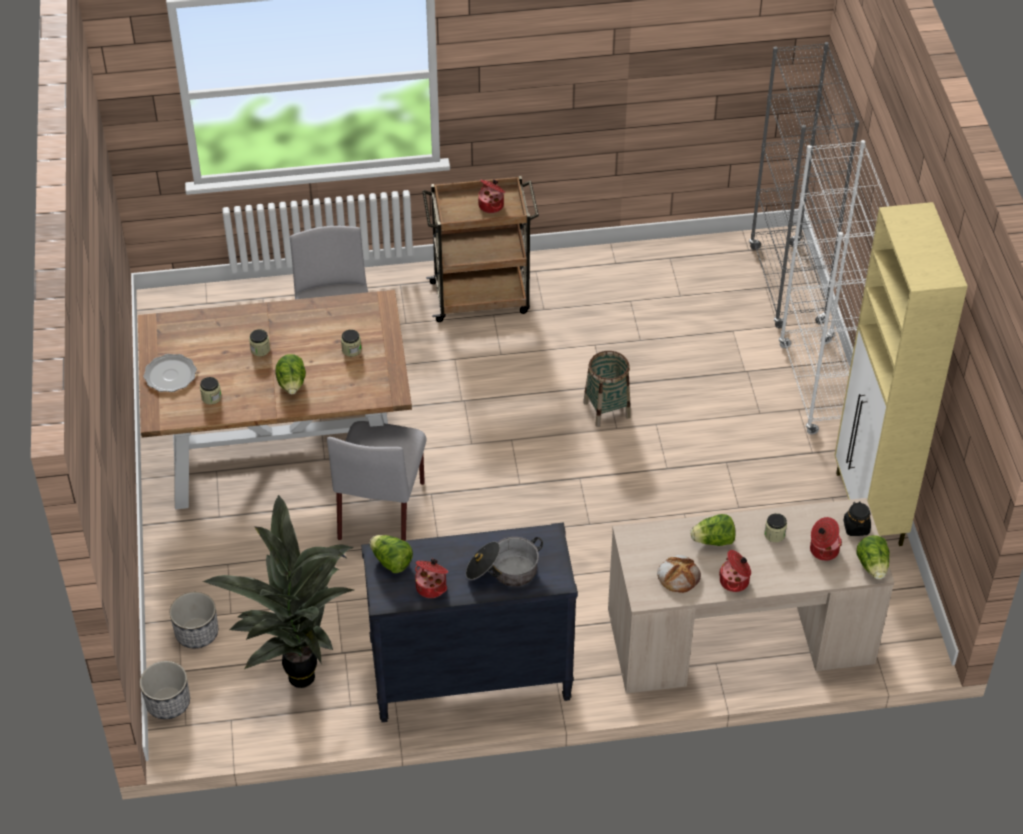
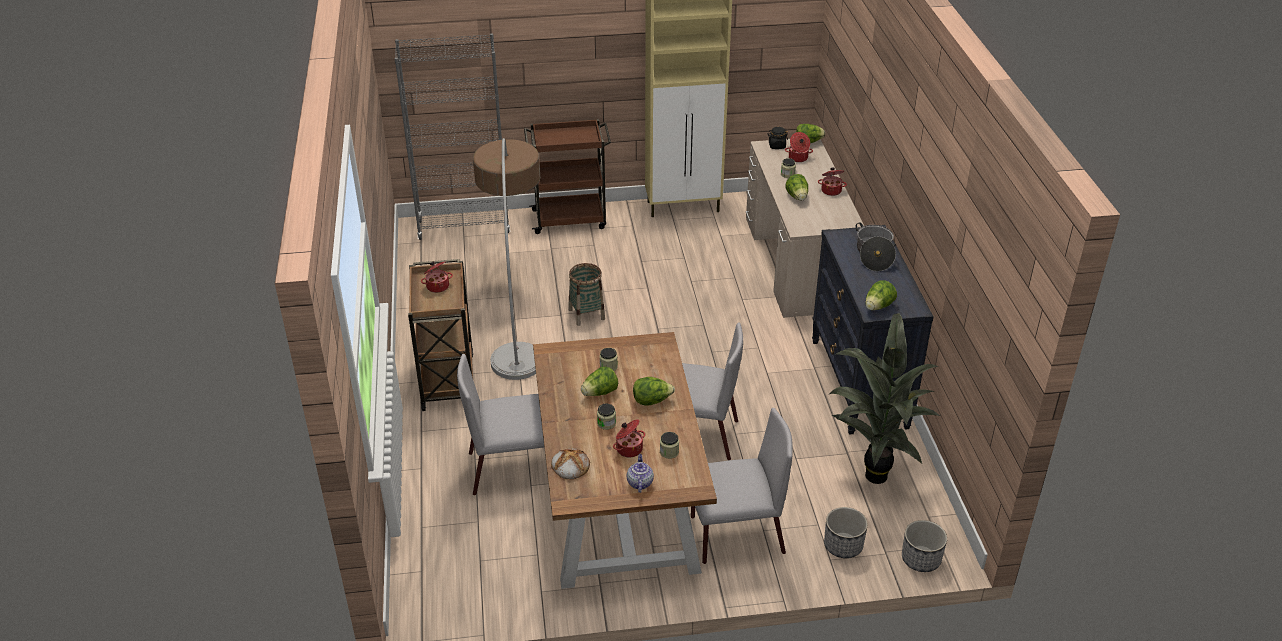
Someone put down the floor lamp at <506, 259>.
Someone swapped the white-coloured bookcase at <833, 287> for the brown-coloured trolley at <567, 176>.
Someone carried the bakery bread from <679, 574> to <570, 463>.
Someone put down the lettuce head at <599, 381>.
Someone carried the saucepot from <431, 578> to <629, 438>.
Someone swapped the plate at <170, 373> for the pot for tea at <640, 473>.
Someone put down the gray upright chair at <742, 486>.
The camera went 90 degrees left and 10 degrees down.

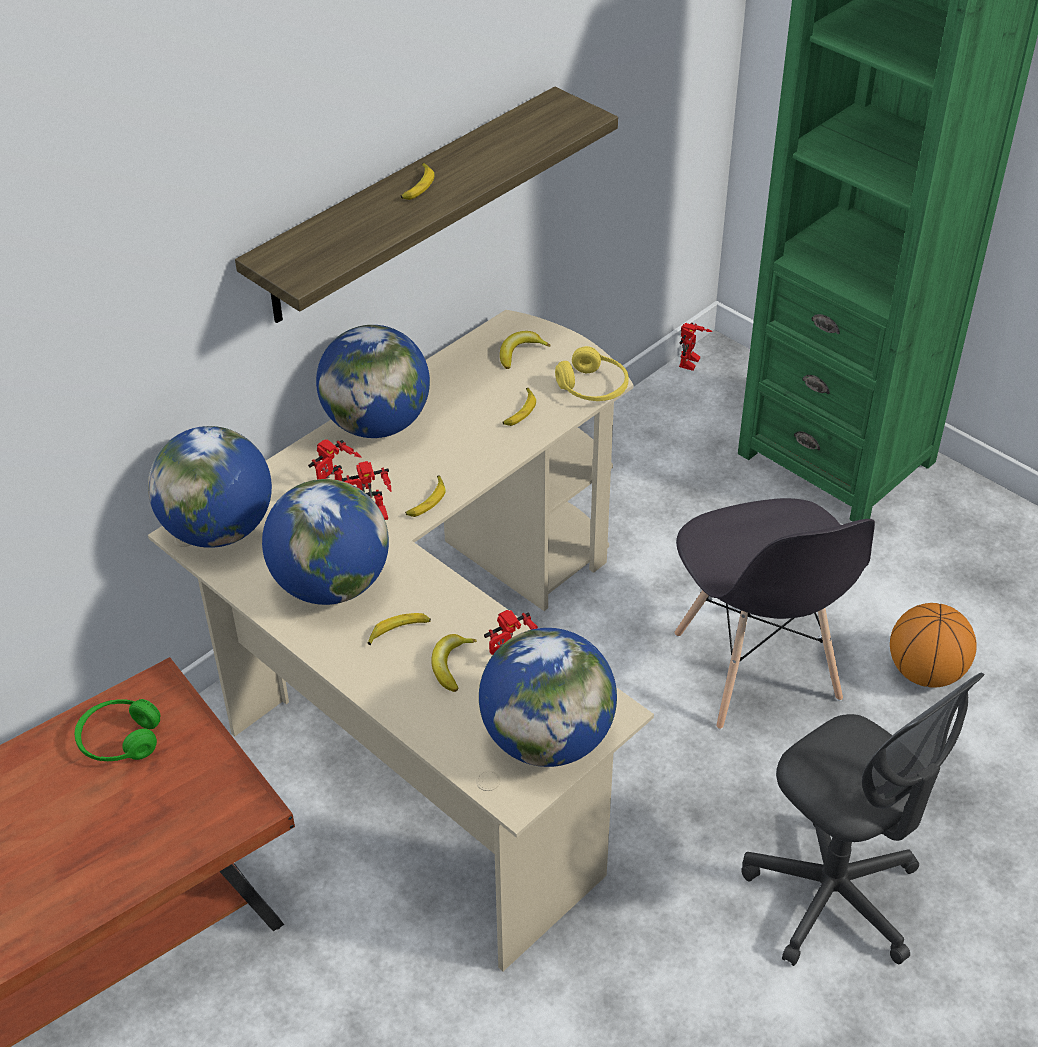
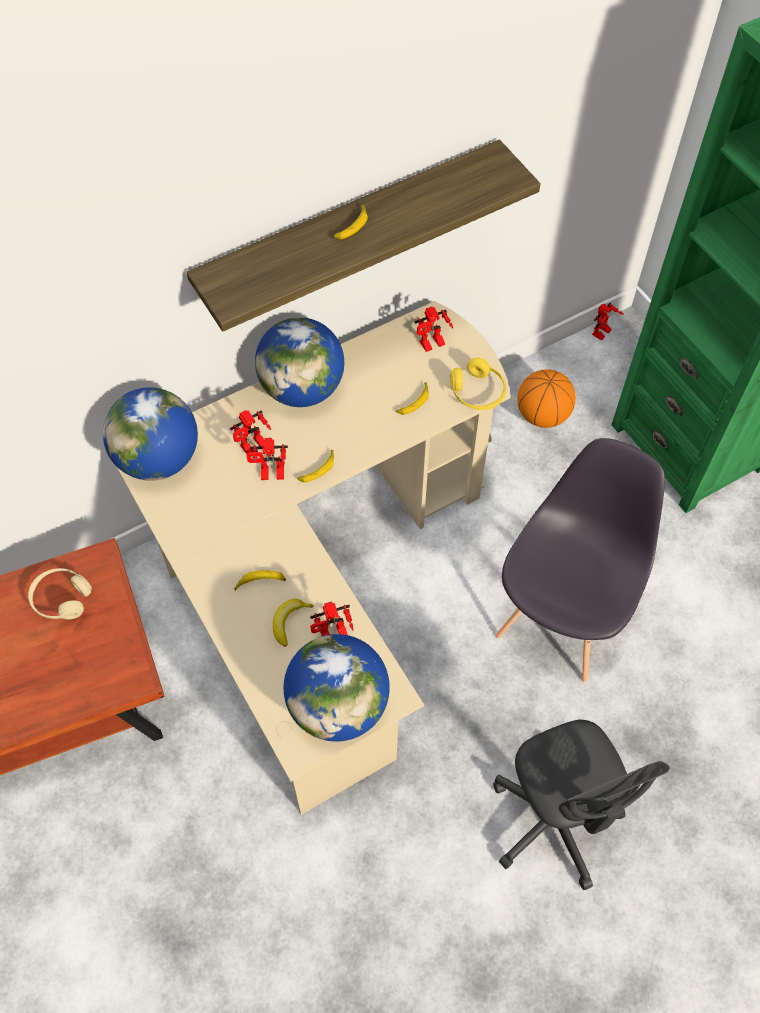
Someone repainted the greenish headset at <118, 730>, which became the sand-coloured headset at <60, 593>.
Someone swapped the banana fruit at <525, 350> for the model robot at <434, 329>.
Someone rotated the gray upright chair at <774, 614> by 150 degrees counterclockwise.
Someone carried the ball for basketball from <933, 645> to <546, 398>.
Someone took away the globe at <325, 542>.
The camera went 15 degrees right and 15 degrees up.

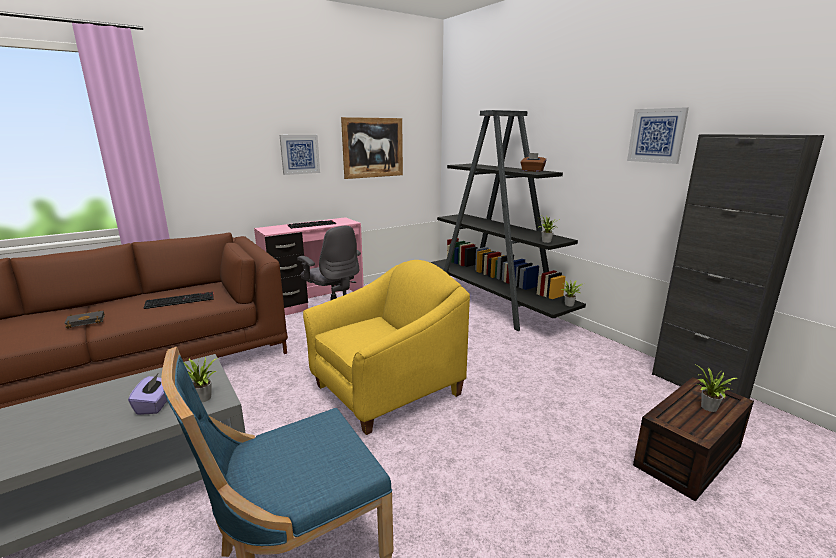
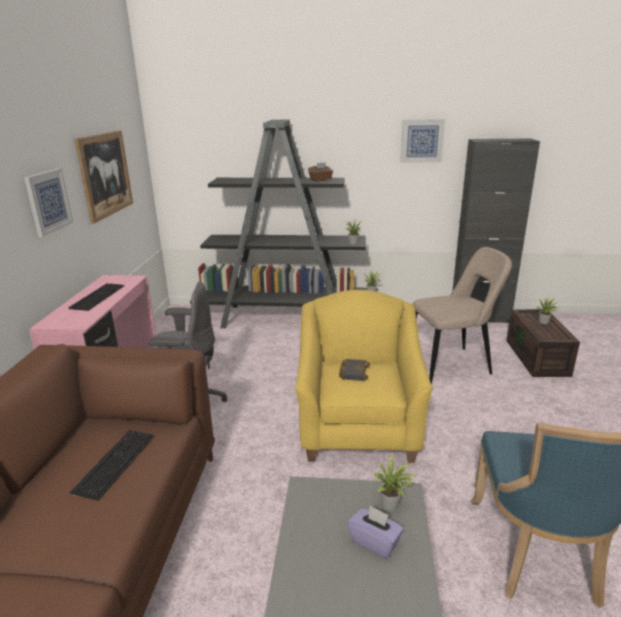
Someone carried the blackish volume from <84, 319> to <354, 370>.
Someone put down the sand-coloured upright chair at <462, 315>.
The camera went 50 degrees left and 5 degrees up.

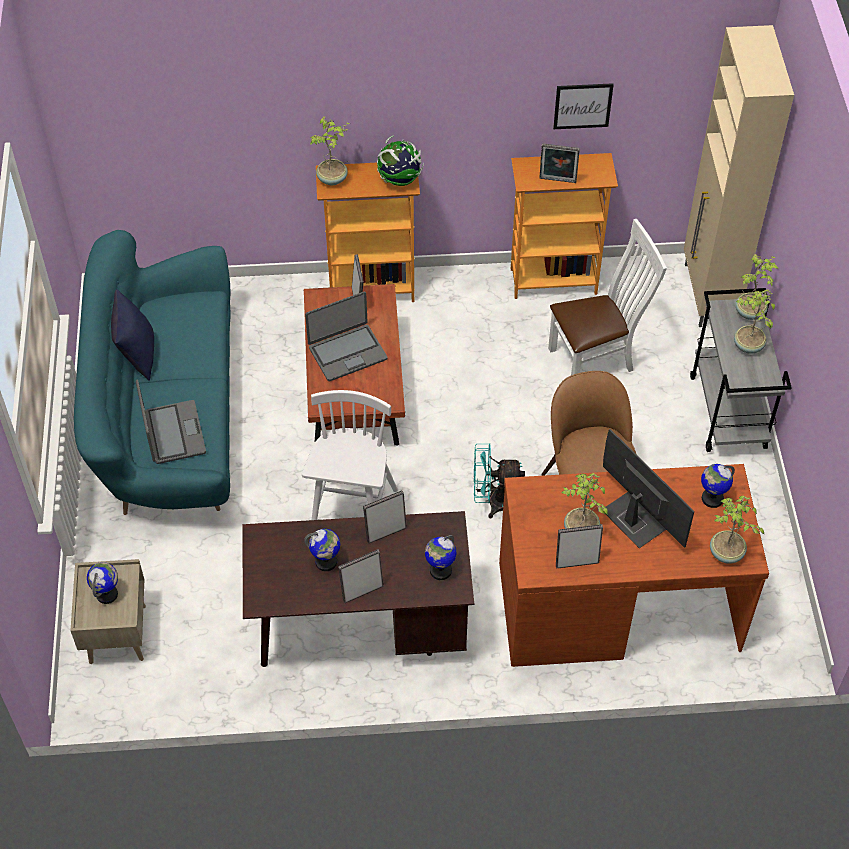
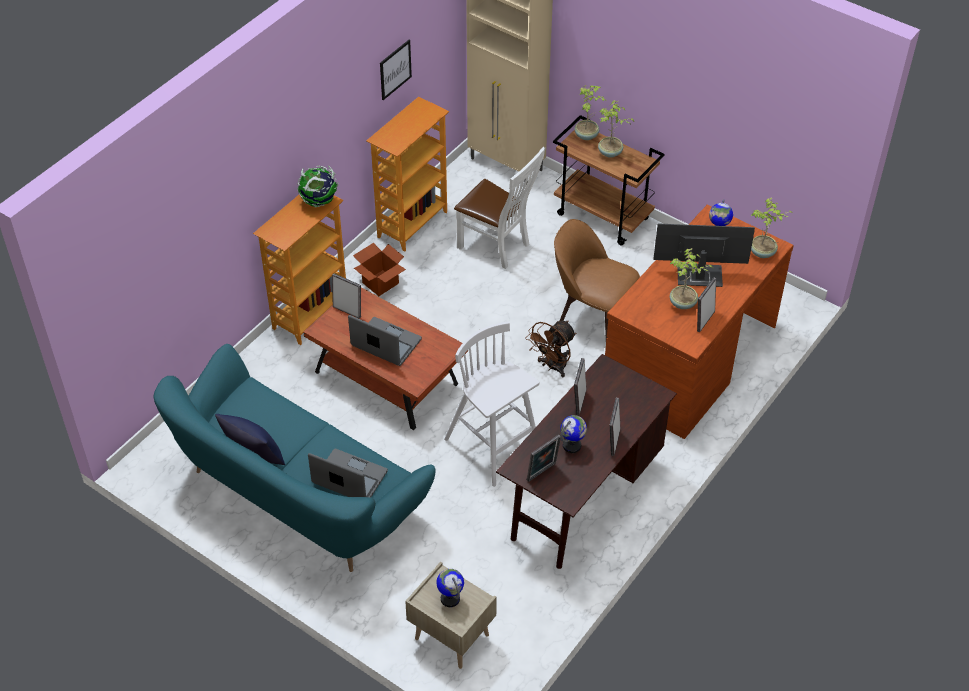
Someone rotated the laptop at <346, 336> by 75 degrees counterclockwise.
Someone put down the packing box at <379, 269>.
Someone rotated the white-coloured upright chair at <607, 297> by 105 degrees clockwise.
Someone repainted the blue-green cooling fan at <499, 481>, which became the brown-coloured cooling fan at <550, 348>.
Someone carried the picture frame from <559, 163> to <544, 458>.
Someone repainted the gray trolley at <741, 370>, which became the brown-coloured trolley at <609, 180>.
Someone took away the plant in a pot at <330, 150>.
Someone took away the globe at <440, 557>.
The camera went 50 degrees left and 5 degrees down.

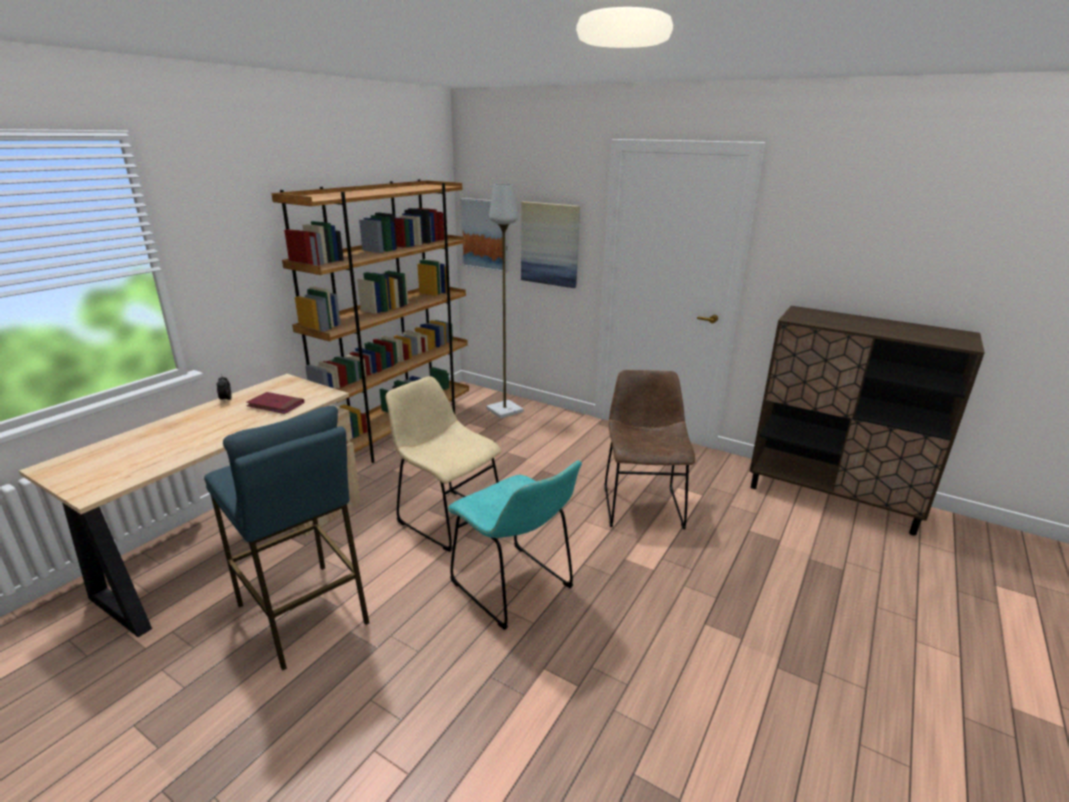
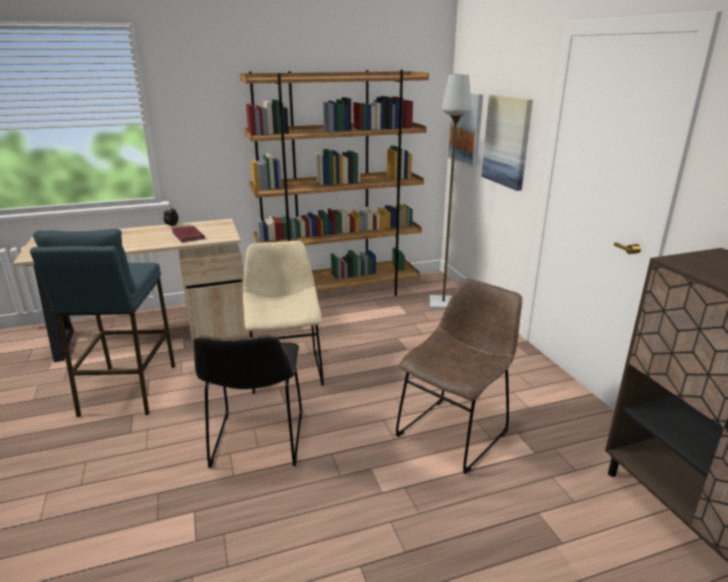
Someone repainted the blue-green upright chair at <515, 545>, which became the blackish upright chair at <247, 401>.
The camera went 40 degrees right and 0 degrees up.

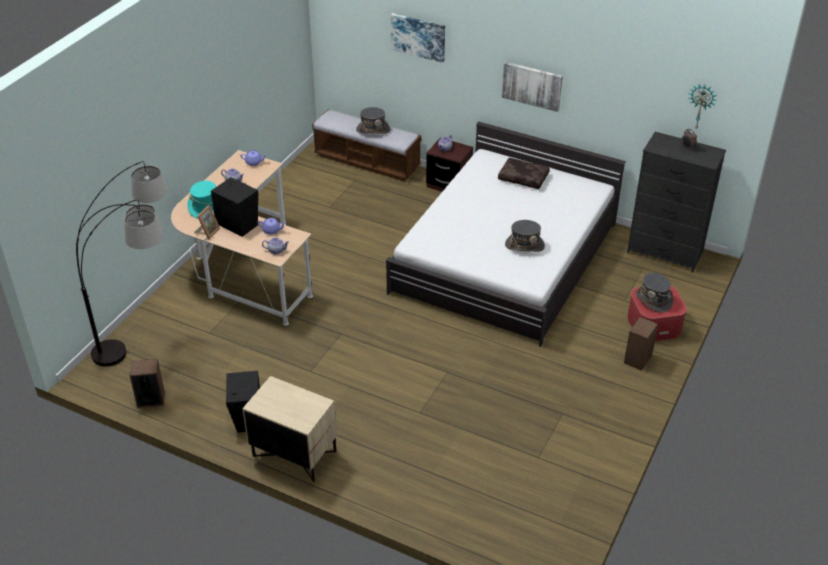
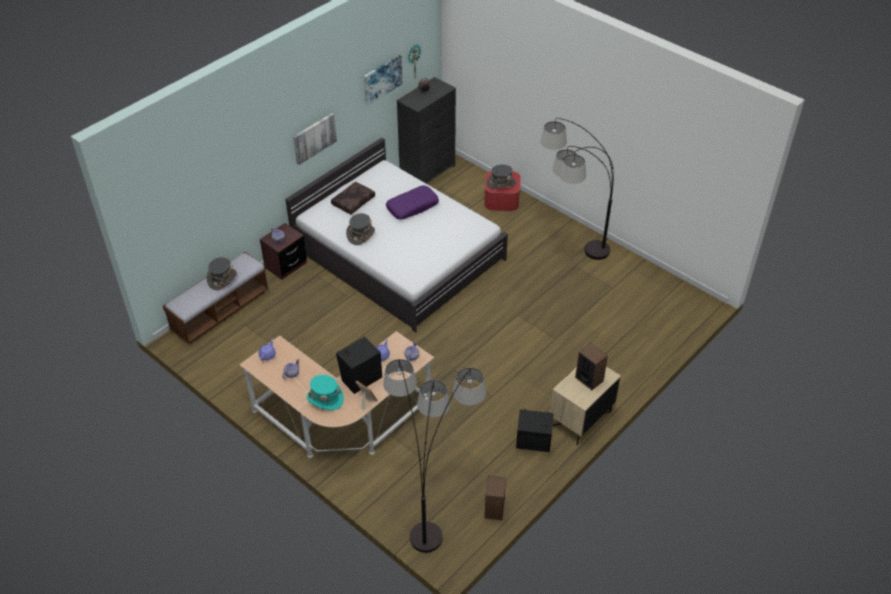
Someone carried the gray hat from <525, 236> to <360, 229>.
Someone carried the picture from <418, 38> to <383, 80>.
Someone put down the purple-coloured pillow at <412, 203>.
Someone put down the floor lamp at <577, 189>.
Someone carried the loudspeaker from <641, 344> to <591, 366>.
The camera went 75 degrees left and 5 degrees up.

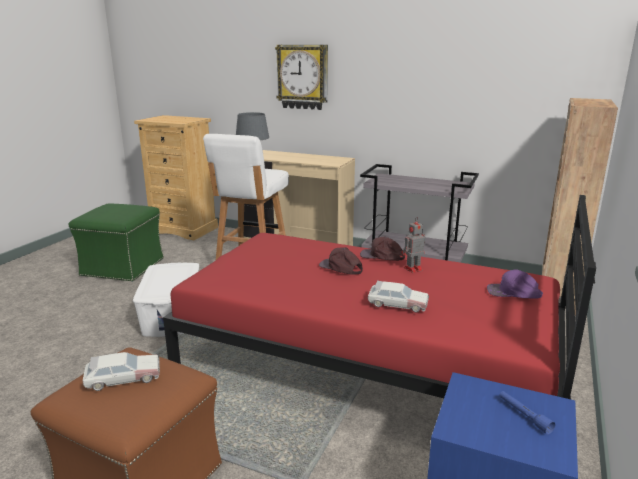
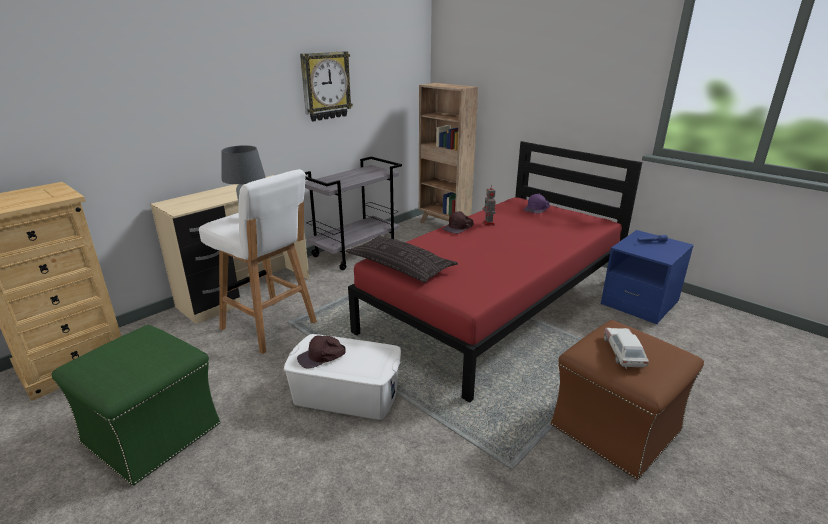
Someone carried the brown-coloured baseball cap from <341, 261> to <321, 352>.
Someone carried the hanging clock from <301, 77> to <326, 86>.
Someone put down the pillow at <401, 259>.
Someone took away the miniature car at <398, 296>.
The camera went 70 degrees left and 5 degrees up.

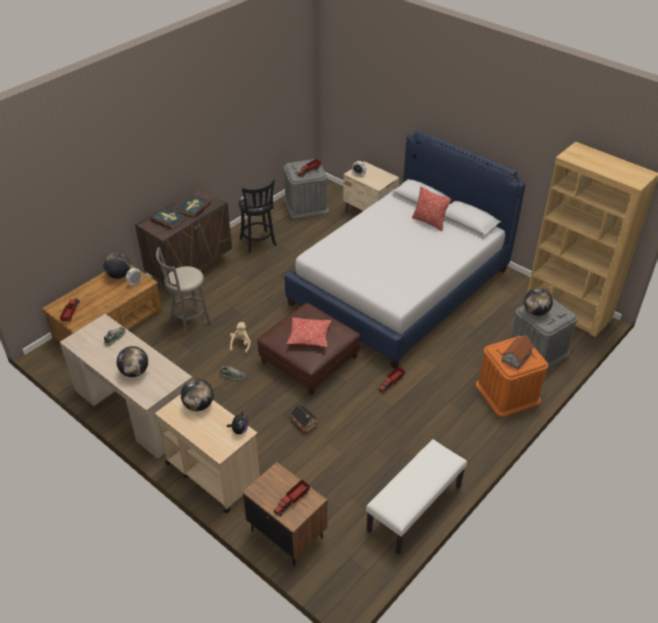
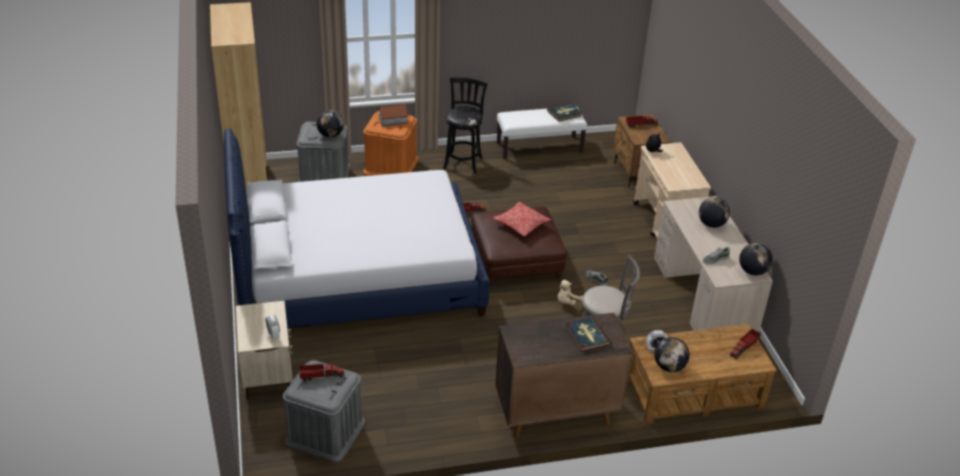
Someone carried the blackish stool from <258, 216> to <465, 125>.
Someone carried the volume from <193, 206> to <564, 112>.
Someone carried the globe from <197, 395> to <756, 259>.
Someone took away the miniature house at <304, 419>.
Someone took away the pillow at <432, 209>.
The camera went 145 degrees left and 5 degrees down.

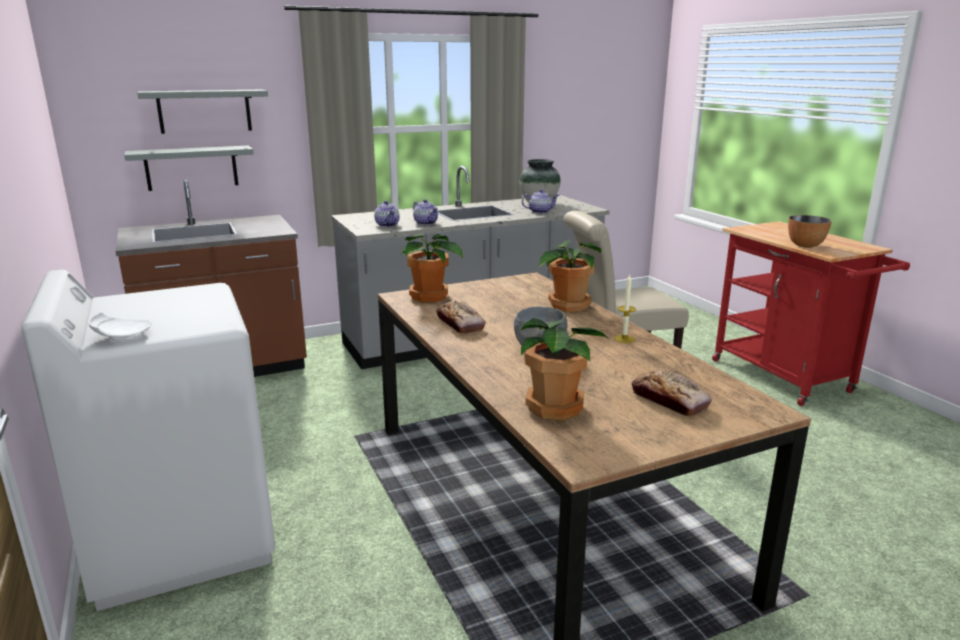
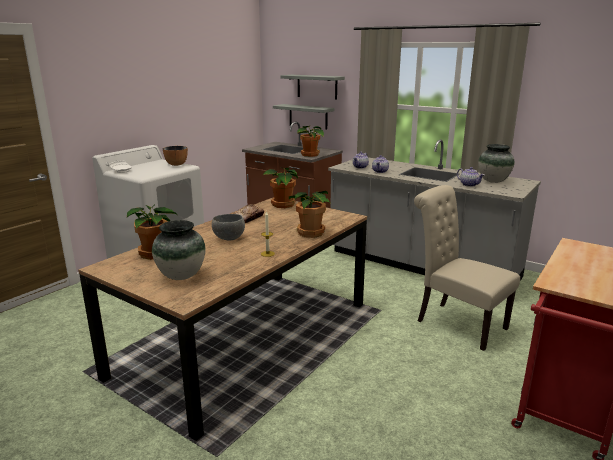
Someone swapped the bakery bread at <672, 393> for the decorative vase at <179, 250>.
Someone carried the bowl from <810, 231> to <175, 156>.
Someone put down the plant in a pot at <310, 141>.
The camera went 60 degrees right and 0 degrees up.

